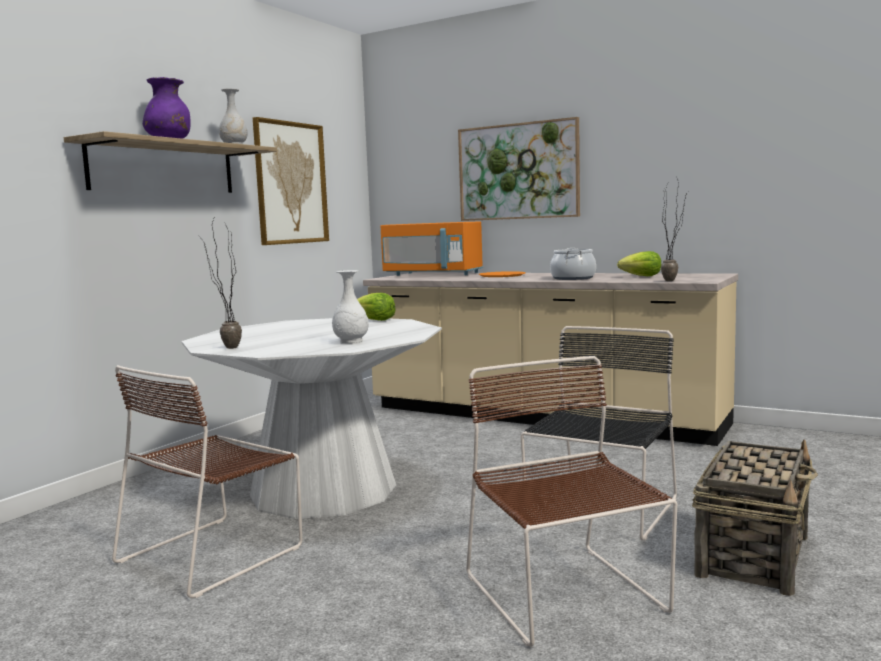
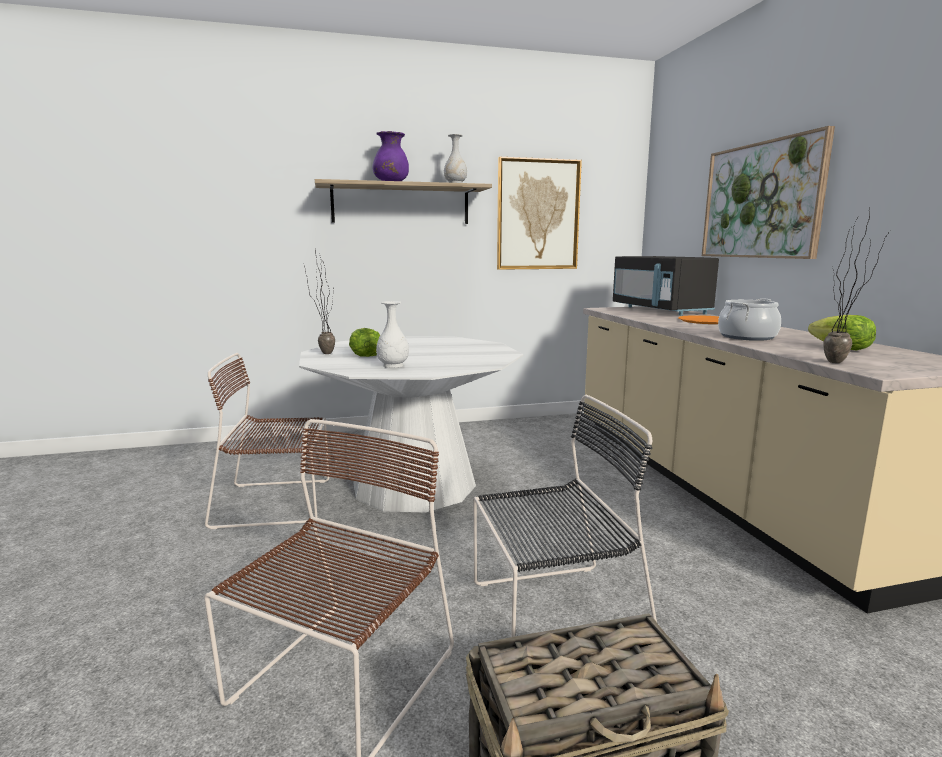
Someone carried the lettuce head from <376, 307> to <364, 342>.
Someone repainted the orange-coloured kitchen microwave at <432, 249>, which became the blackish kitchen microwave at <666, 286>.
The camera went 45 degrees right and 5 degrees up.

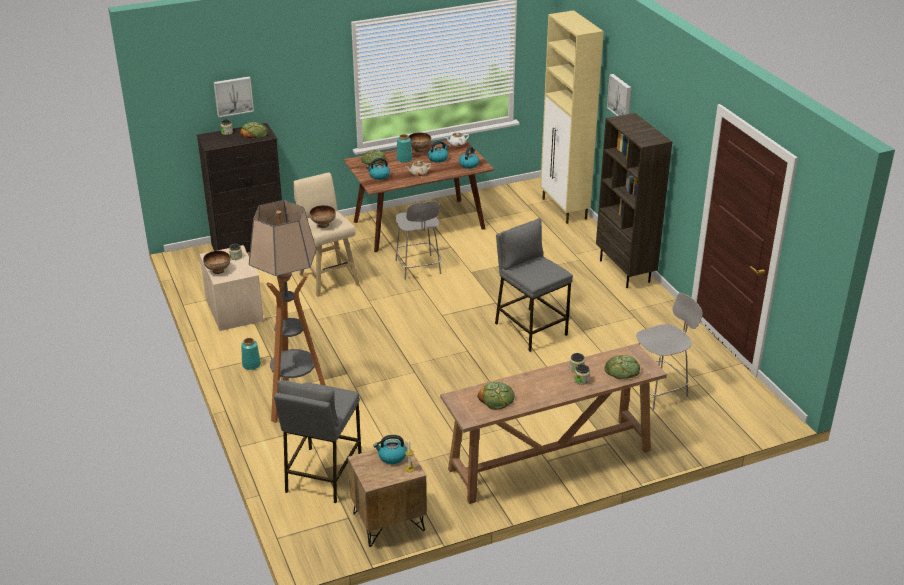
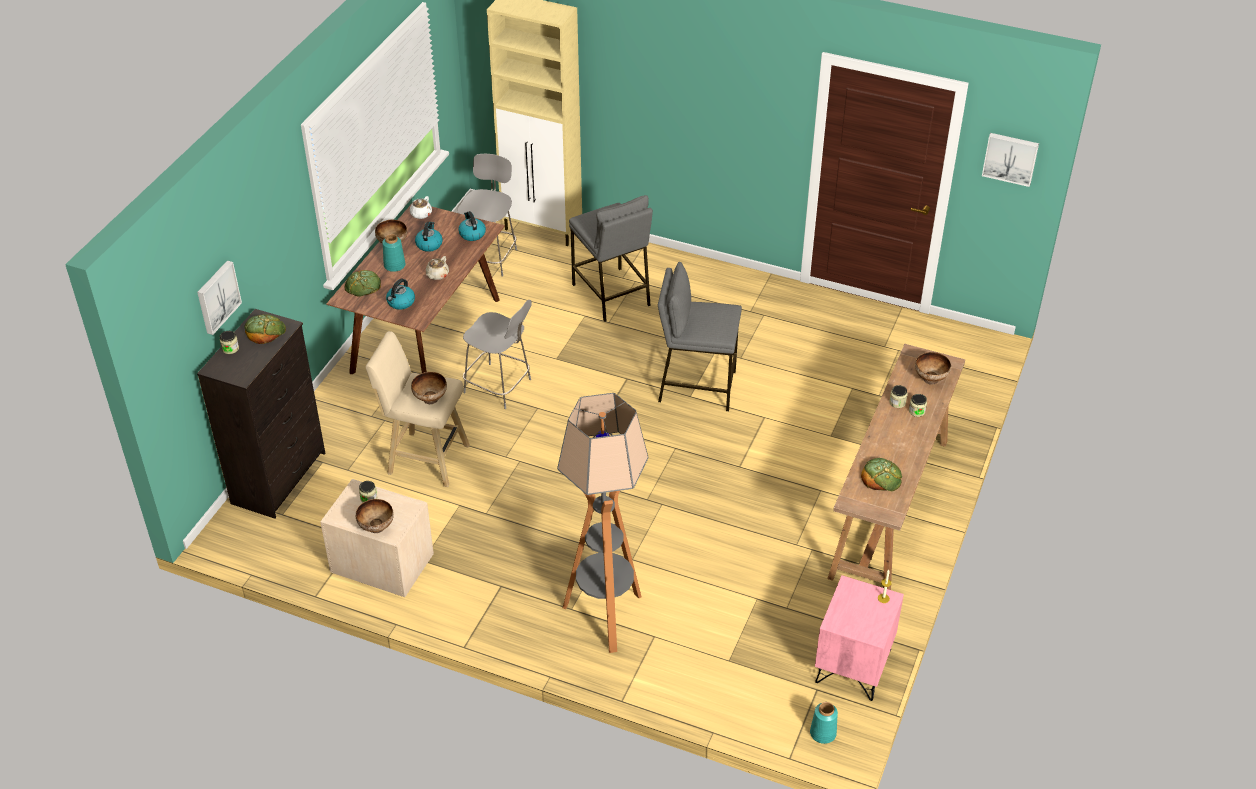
Someone carried the gray upright chair from <669, 351> to <487, 215>.
Someone carried the gray stool from <317, 441> to <611, 258>.
Someone carried the blue-green decorative vase from <251, 354> to <824, 723>.
Someone repainted the brown-coloured bedside table at <387, 494>, which became the pink-coloured bedside table at <859, 638>.
Someone swapped the bakery bread at <622, 367> for the bowl at <933, 368>.
Someone carried the picture from <619, 95> to <1010, 160>.
Someone took away the tea kettle at <390, 449>.
Someone took away the brown-coloured bookcase at <634, 200>.
The camera went 45 degrees left and 10 degrees up.

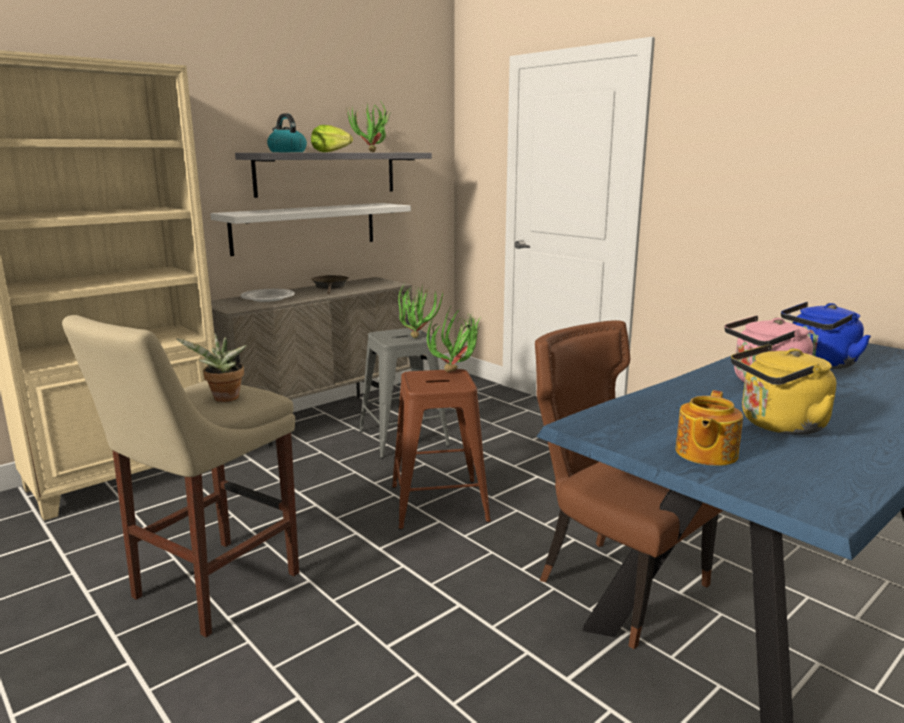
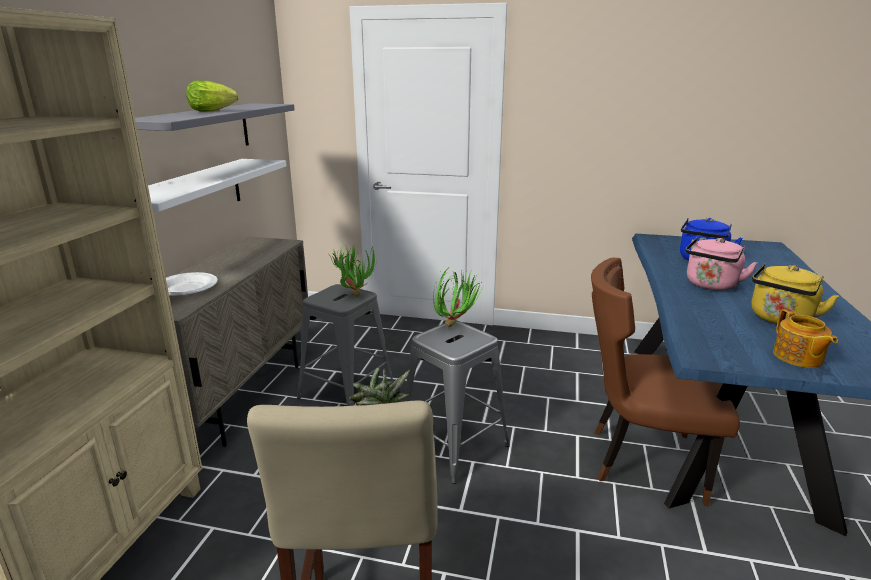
Someone repainted the brown-coloured stool at <441, 449>, which became the gray stool at <457, 402>.
Someone took away the tea kettle at <287, 132>.
Someone took away the brown-coloured pan at <329, 285>.
Someone took away the plant in a pot at <368, 126>.
The camera went 35 degrees left and 5 degrees up.

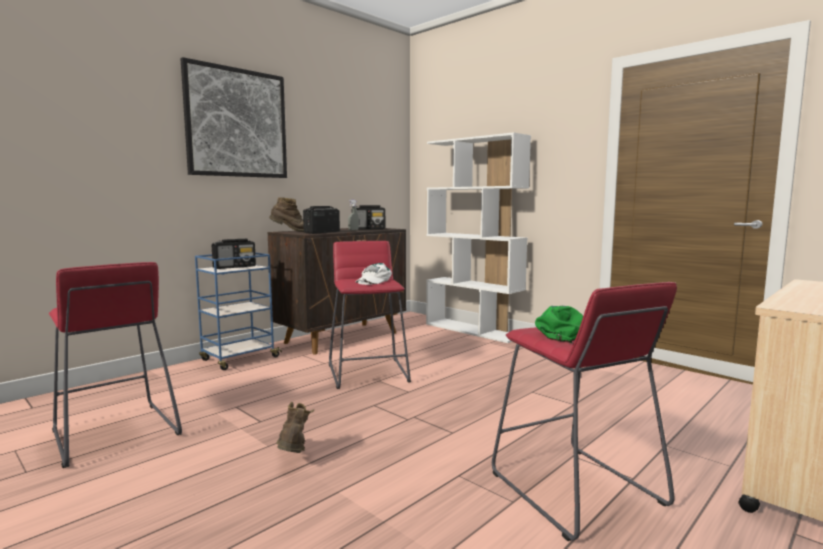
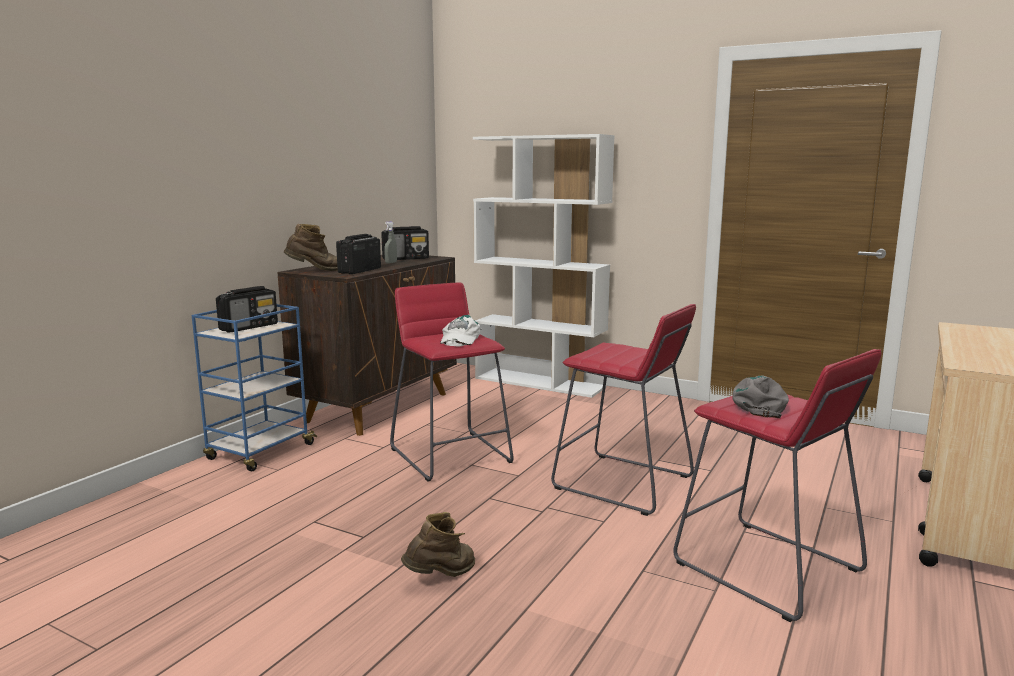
Someone rotated the brown-coloured boot at <295, 427> by 75 degrees clockwise.
Someone carried the red-coloured stool from <115, 365> to <623, 410>.
Someone repainted the greenish baseball cap at <559, 324>, which became the gray baseball cap at <760, 396>.
Someone took away the picture at <233, 117>.
The camera went 15 degrees left and 5 degrees up.

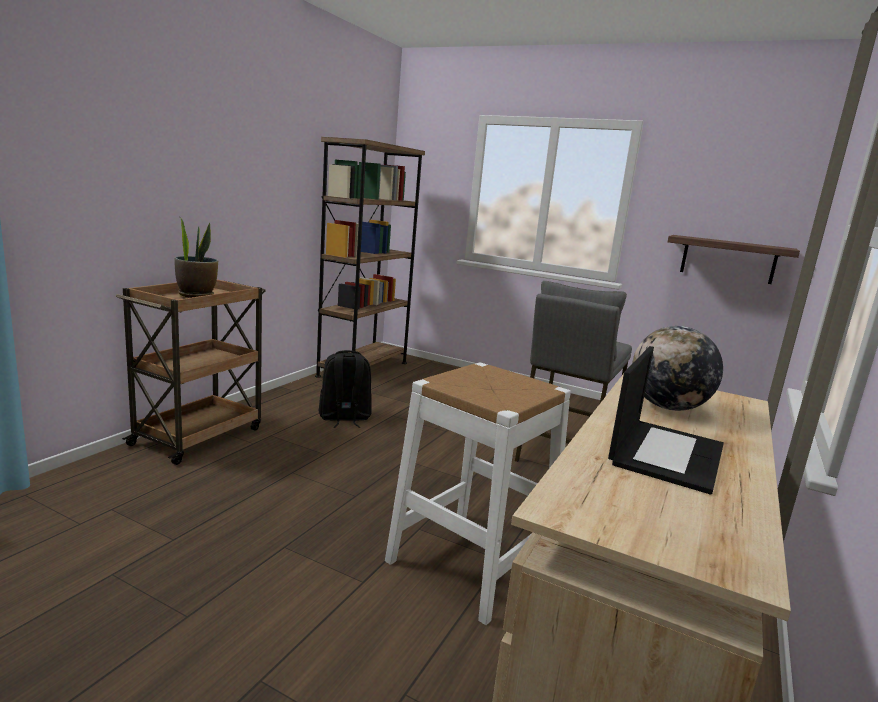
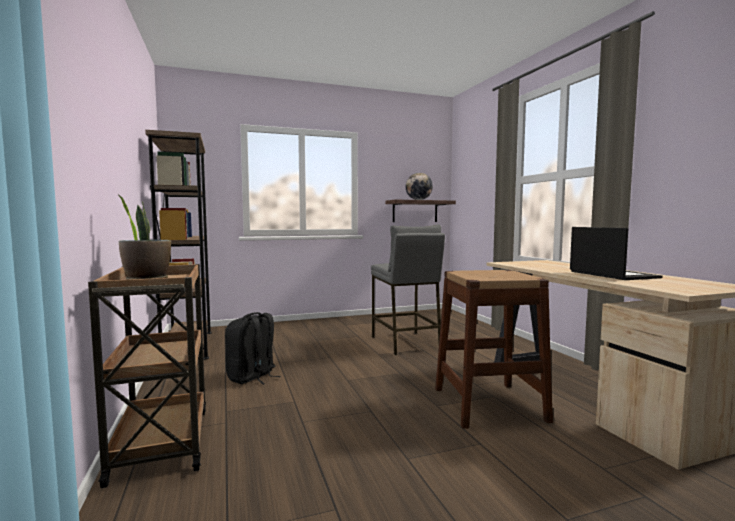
Someone carried the globe from <677, 368> to <419, 186>.
Someone repainted the white-coloured stool at <478, 493>, which became the brown-coloured stool at <494, 349>.
The camera went 45 degrees left and 10 degrees down.

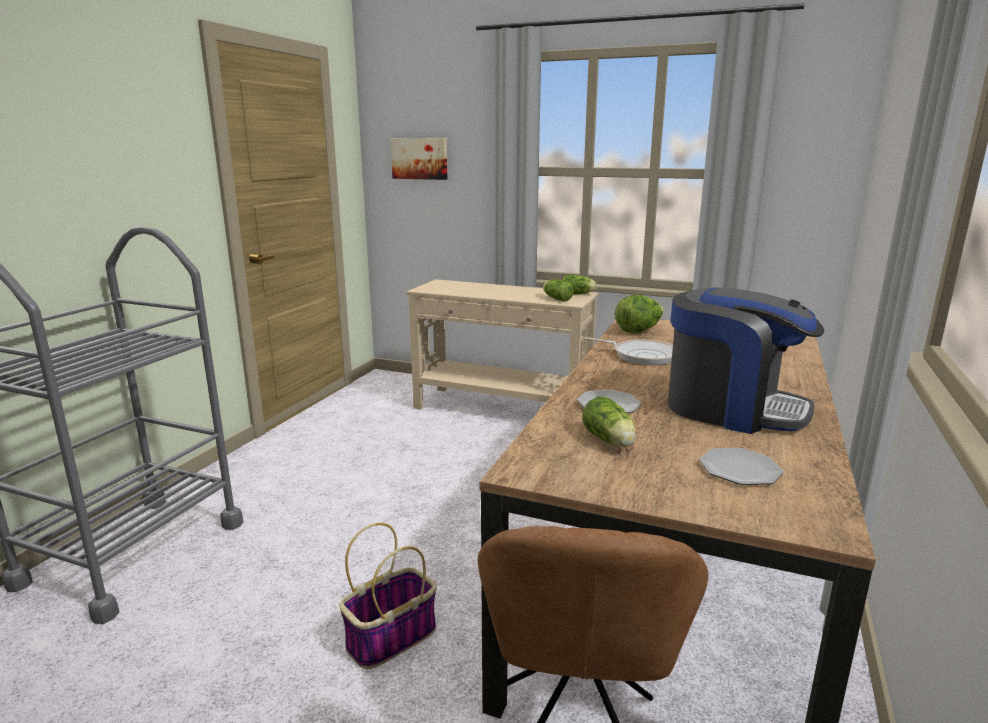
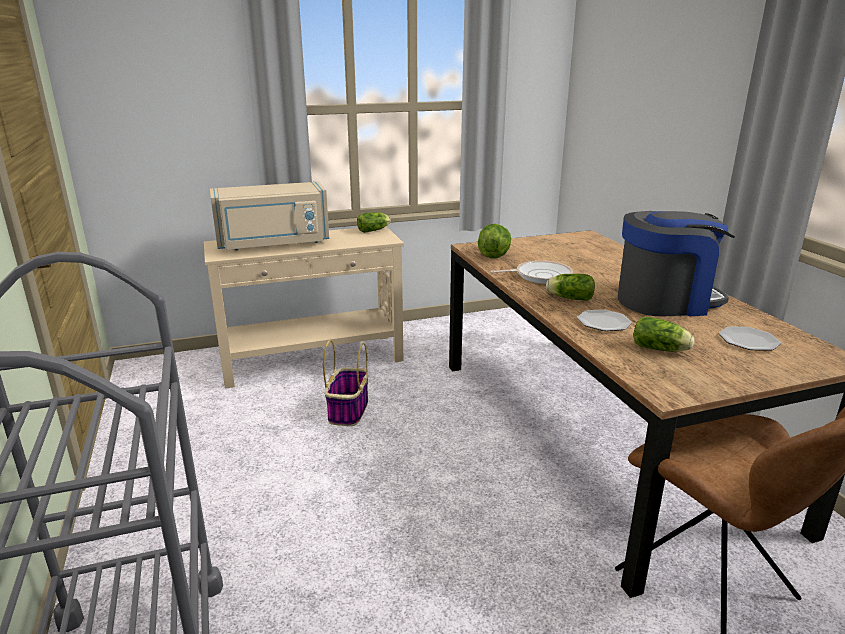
Someone put down the sand-coloured kitchen microwave at <269, 216>.
Someone carried the household basket from <388, 596> to <345, 383>.
Someone carried the lettuce head from <558, 290> to <570, 287>.
Someone took away the picture at <419, 159>.
The camera went 40 degrees left and 5 degrees up.

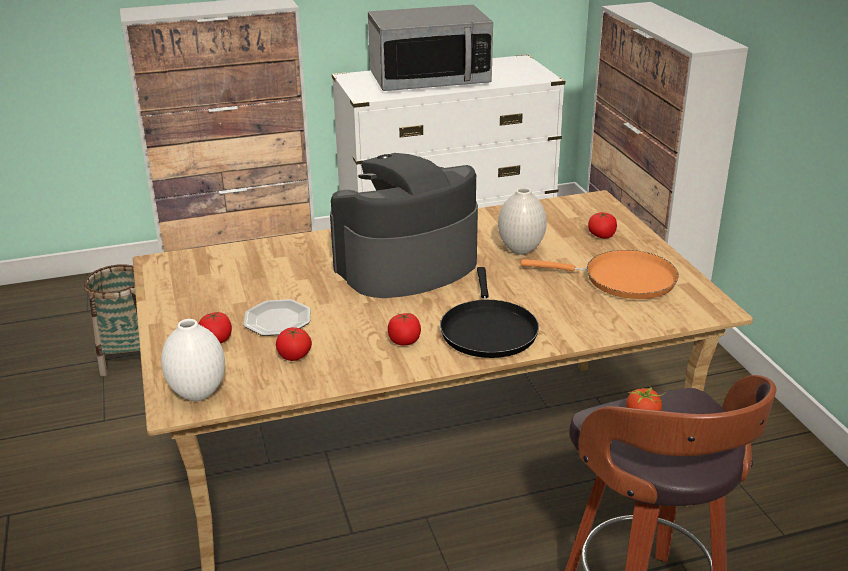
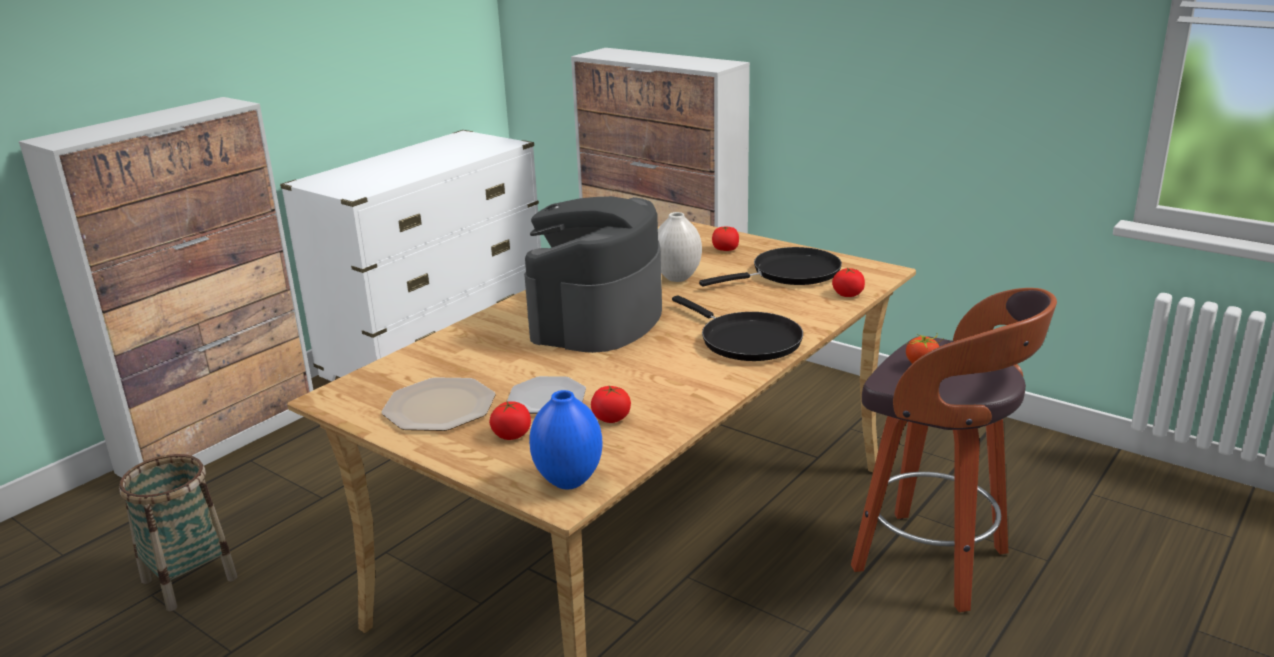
Someone put down the plate at <438, 404>.
Someone repainted the white-coloured decorative vase at <193, 360>, which became the blue decorative vase at <566, 439>.
Someone repainted the orange-coloured pan at <600, 274>, which became the blackish pan at <770, 266>.
Someone carried the fresh tomato from <404, 329> to <848, 282>.
Someone took away the kitchen microwave at <430, 47>.
The camera went 35 degrees left and 5 degrees down.

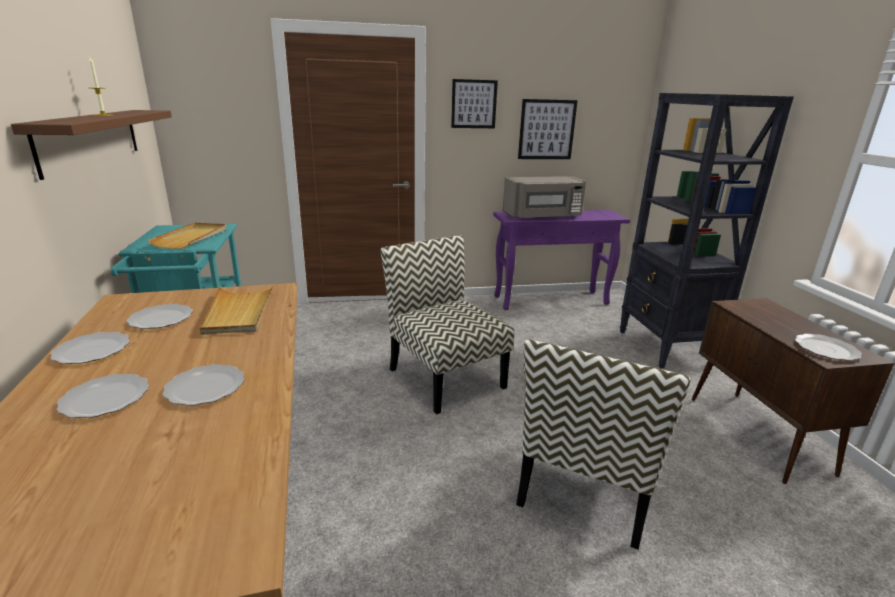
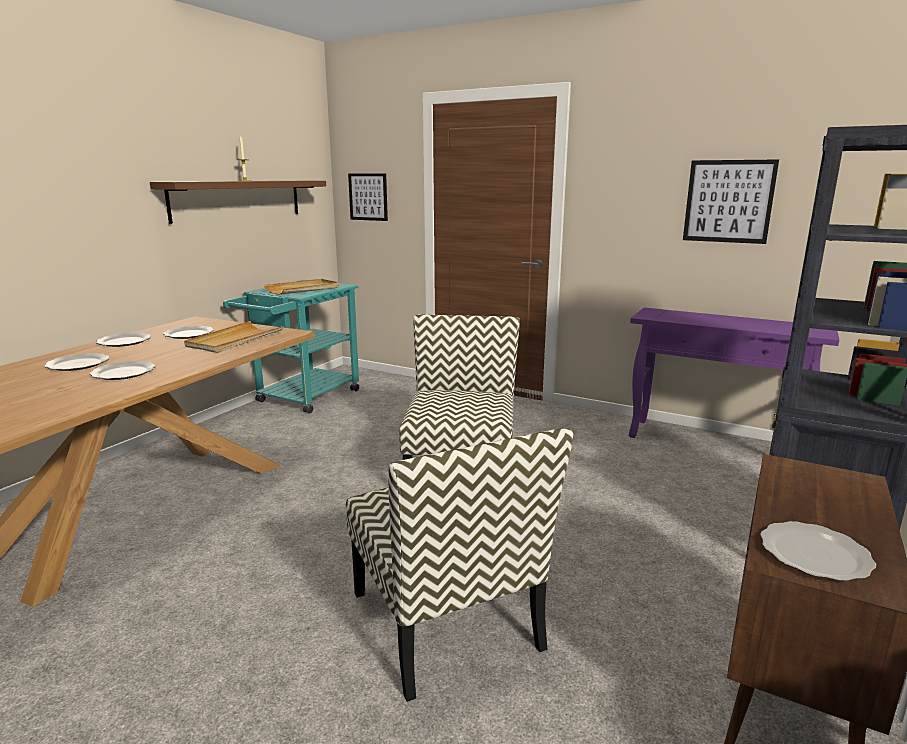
Someone rotated the upright chair at <603, 444> by 90 degrees counterclockwise.
Someone carried the picture from <474, 103> to <368, 197>.
Someone took away the gray kitchen microwave at <544, 198>.
The camera went 40 degrees right and 5 degrees down.

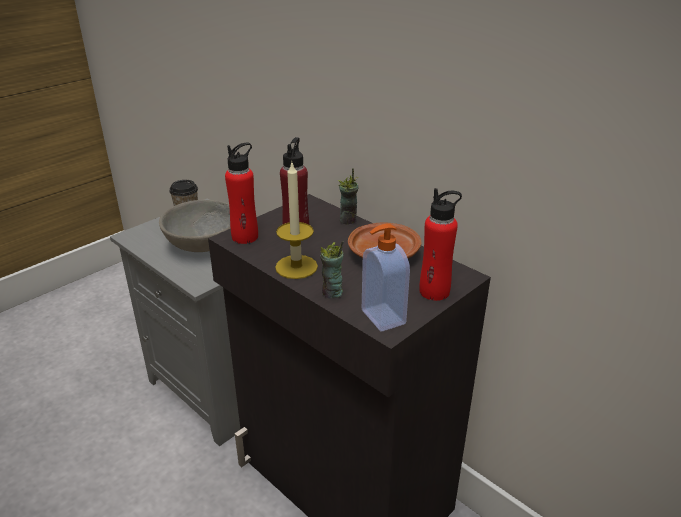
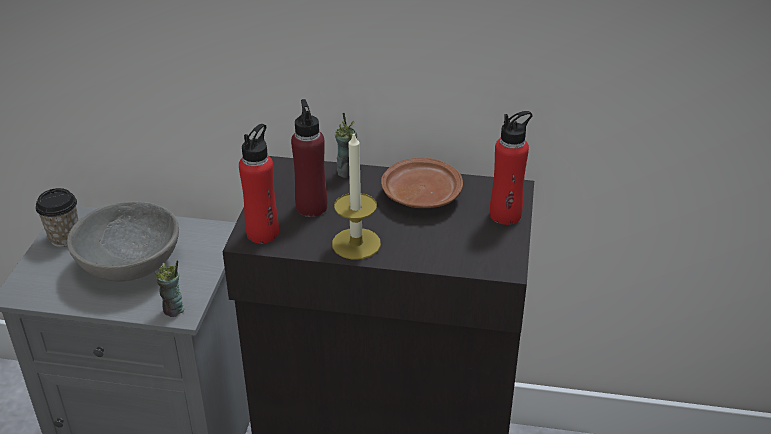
Someone carried the small cup from <332, 270> to <169, 288>.
Someone took away the soap bottle at <386, 277>.
The camera went 35 degrees left and 5 degrees up.

